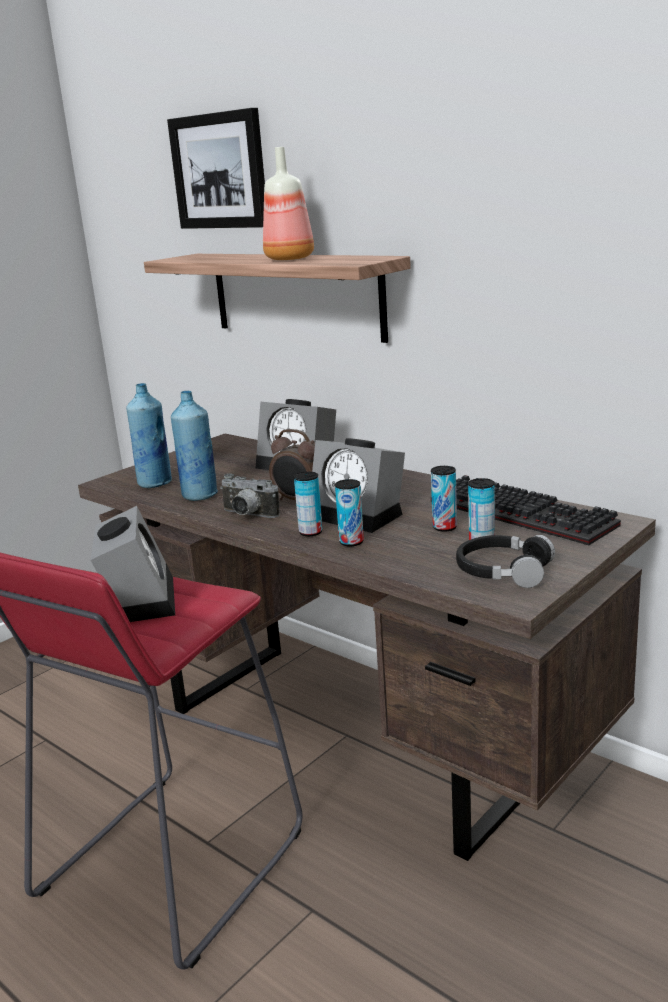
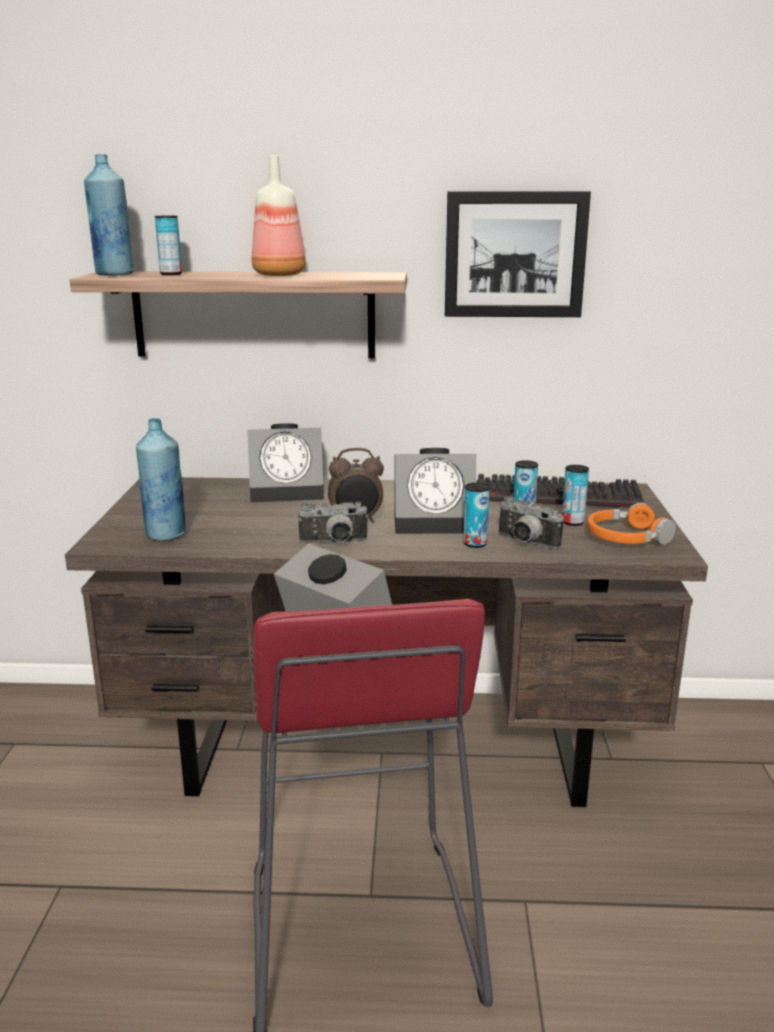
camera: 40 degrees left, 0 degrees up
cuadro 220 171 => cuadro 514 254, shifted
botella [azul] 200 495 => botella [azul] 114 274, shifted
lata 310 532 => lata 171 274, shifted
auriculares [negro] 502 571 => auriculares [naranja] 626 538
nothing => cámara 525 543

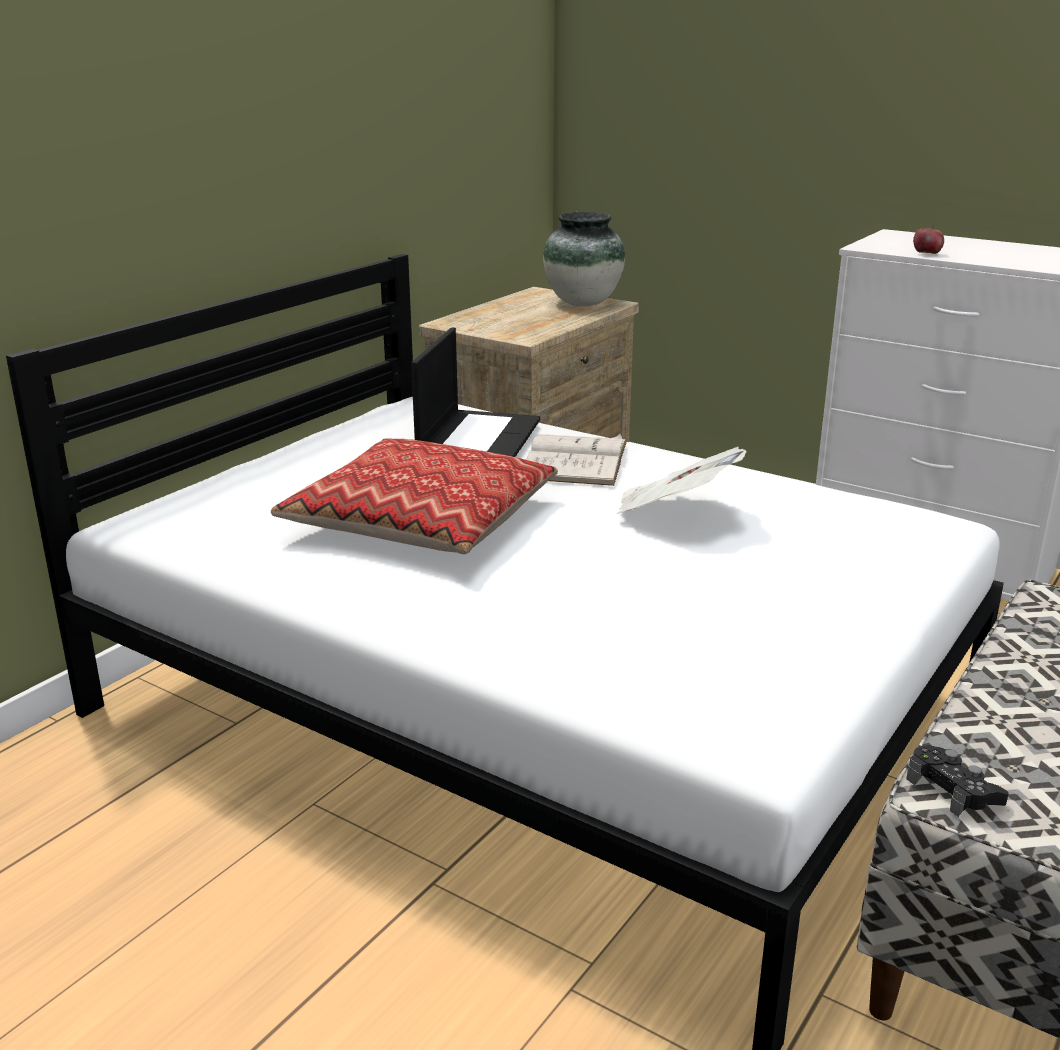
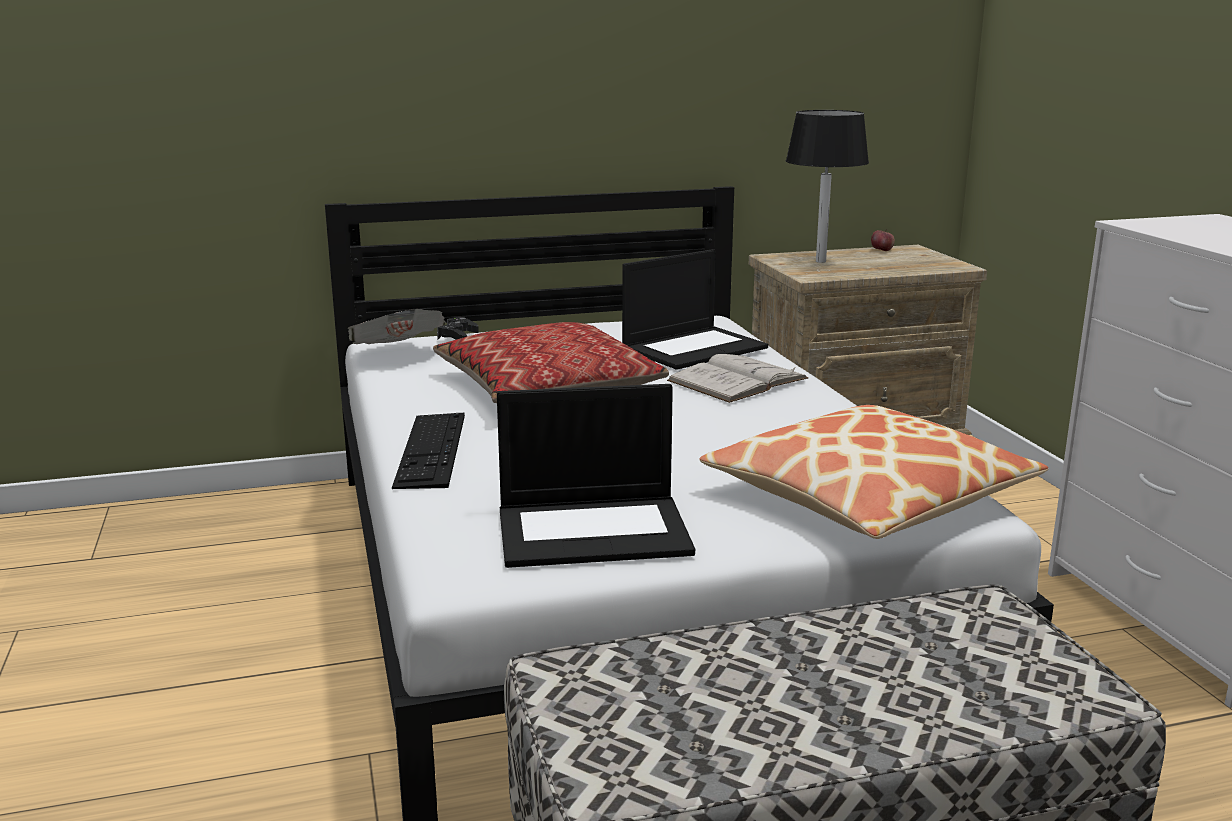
camera: 40 degrees right, 5 degrees down
florero 583 303 => nothing
periódico 674 512 => periódico 398 355, shifted
mando de consola [negro] 953 790 => mando de consola [negro] 458 336, shifted
manzana 926 253 => manzana 882 250, shifted
nothing => teclado 431 449
nothing => portátil 595 531
nothing => cojín 868 498
nothing => lámpara de mesa [negro] 821 261

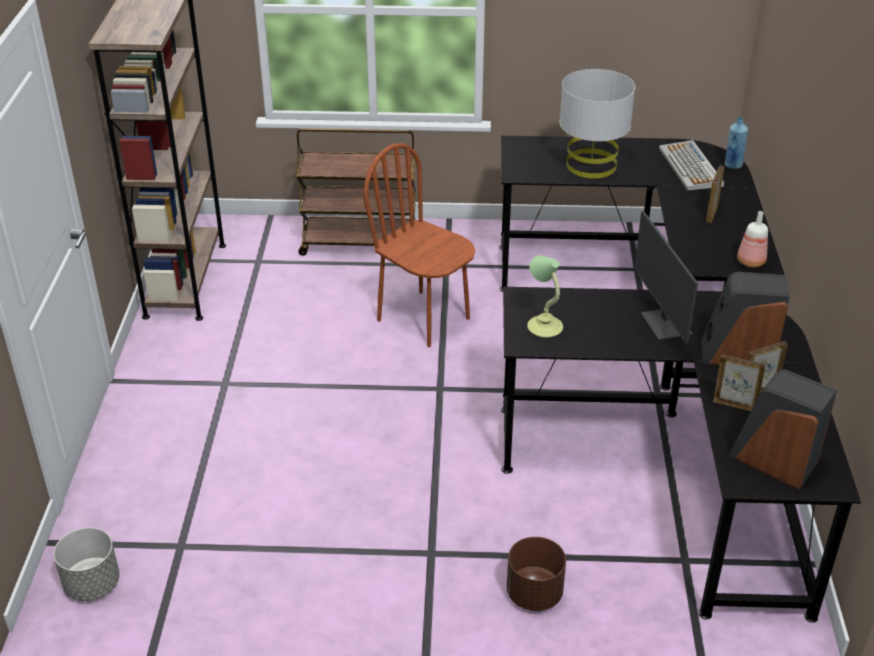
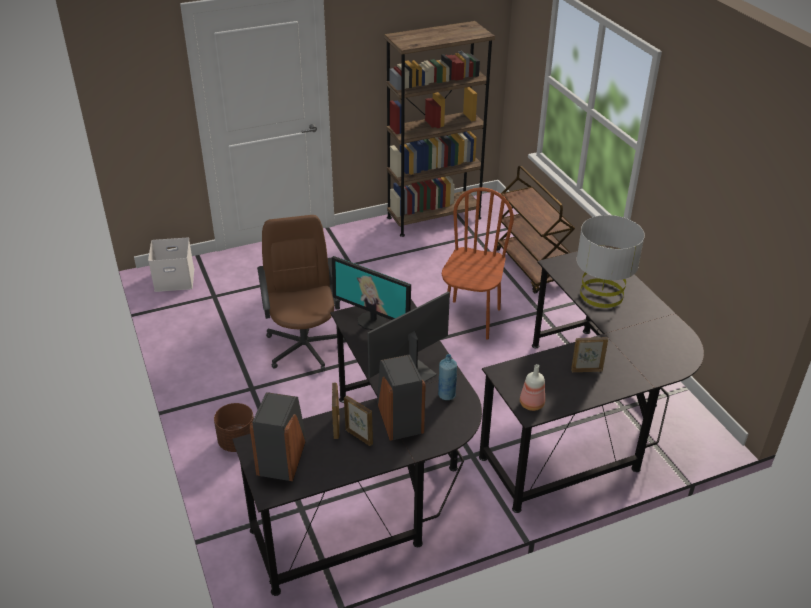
camera: 65 degrees right, 0 degrees up
maceta [gris] 92 584 => caja de almacenaje [blanco] 175 279
lámpara de mesa 544 326 => monitor 372 320
teclado 691 167 => nothing
botella [azul] 733 165 => botella [azul] 446 395, shifted
nothing => silla de oficina [marrón] 305 346

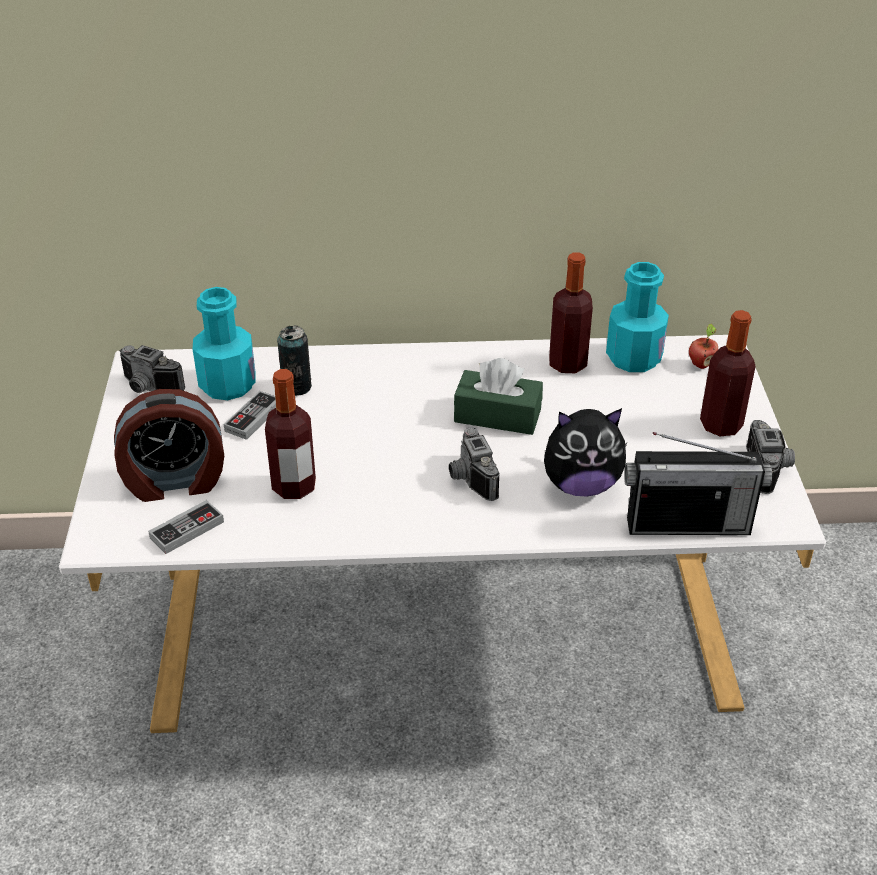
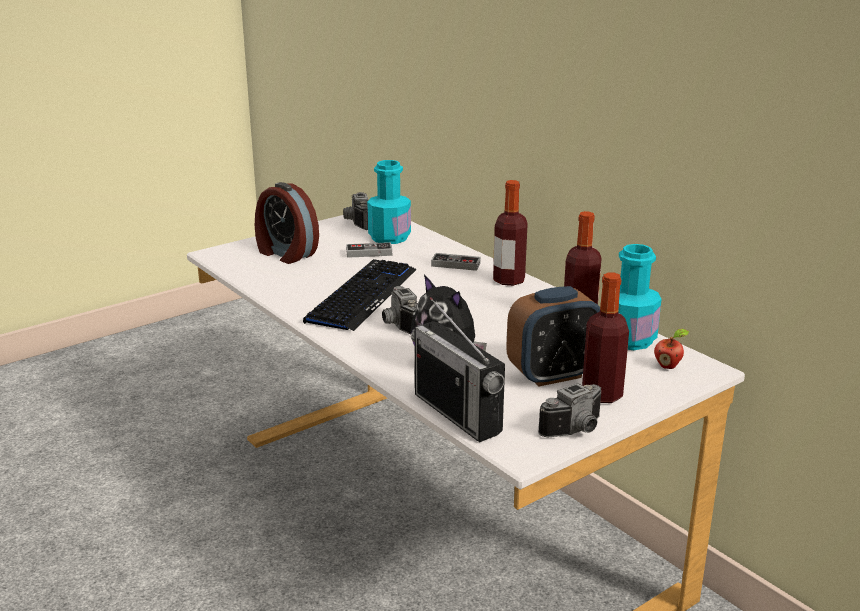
camera: 55 degrees right, 15 degrees down
mando de consola 187 530 => mando de consola 455 264, shifted
botella 294 486 => botella 509 280, shifted
lata 296 387 => nothing
cámara 469 479 => cámara 399 326, 60 degrees counterclockwise
caja de pañuelos [verde] 497 415 => nothing
nothing => teclado 362 296
nothing => despertador 552 375

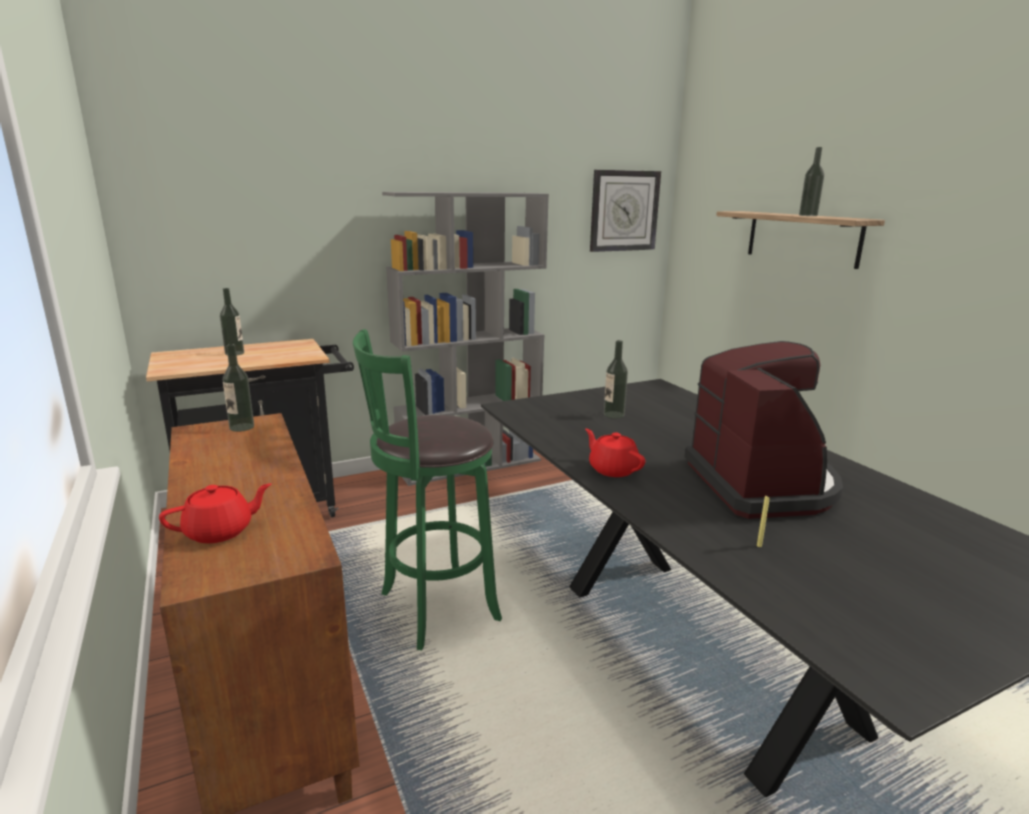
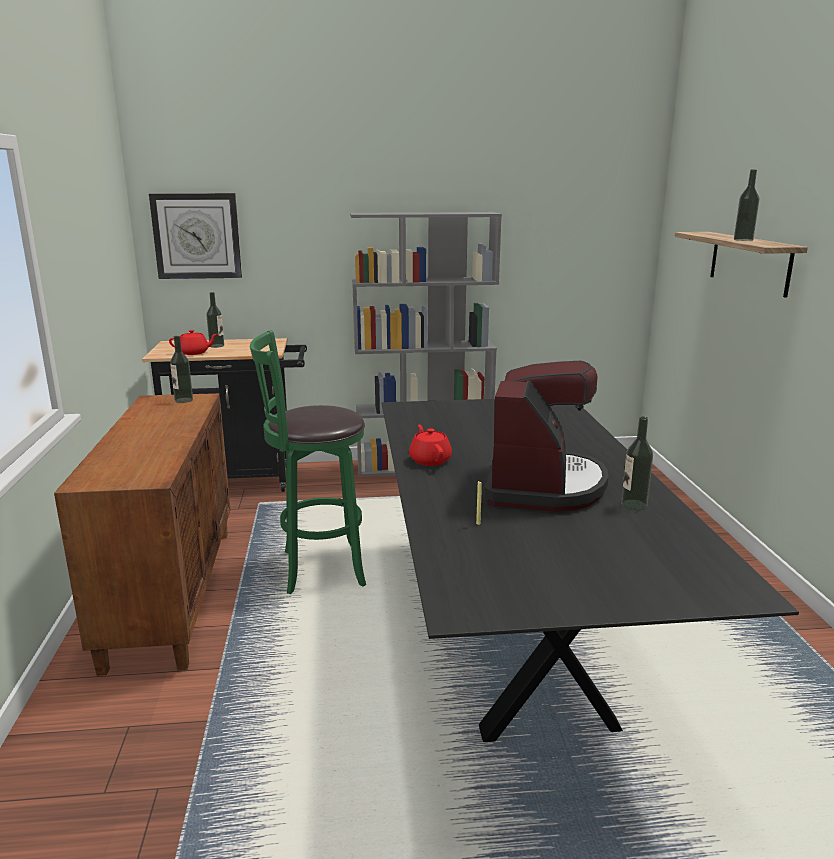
camera: 20 degrees right, 0 degrees up
tetera [rojo] 220 531 => tetera [rojo] 194 353, shifted
reloj de pared 624 211 => reloj de pared 197 236, shifted
botella 614 415 => botella 634 505, shifted

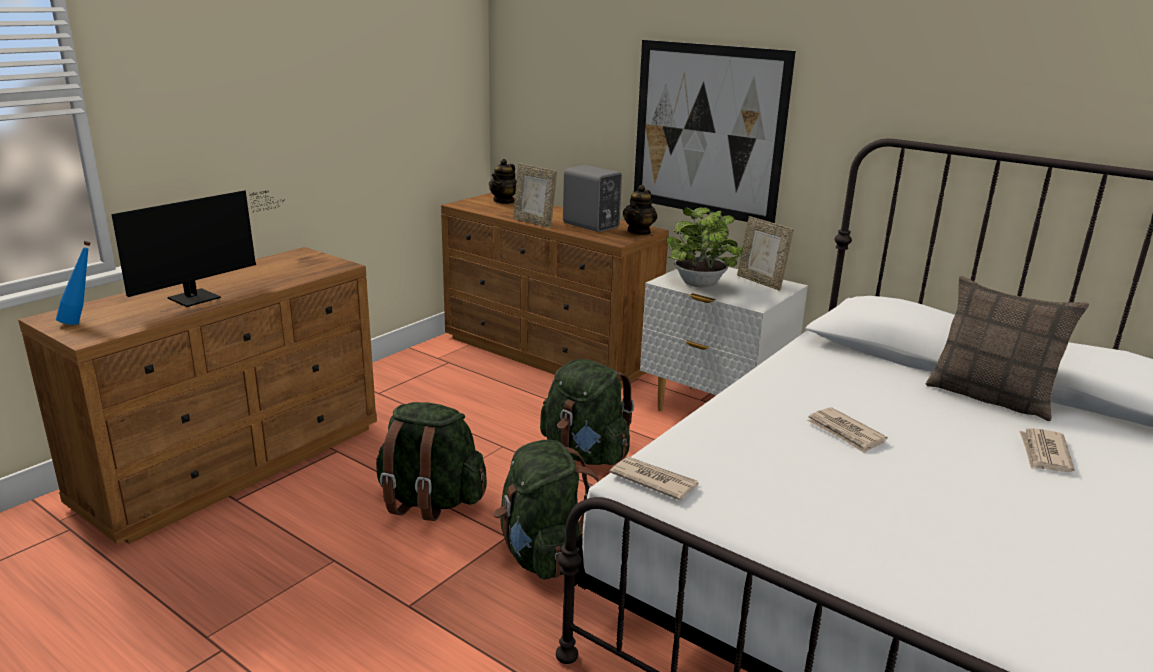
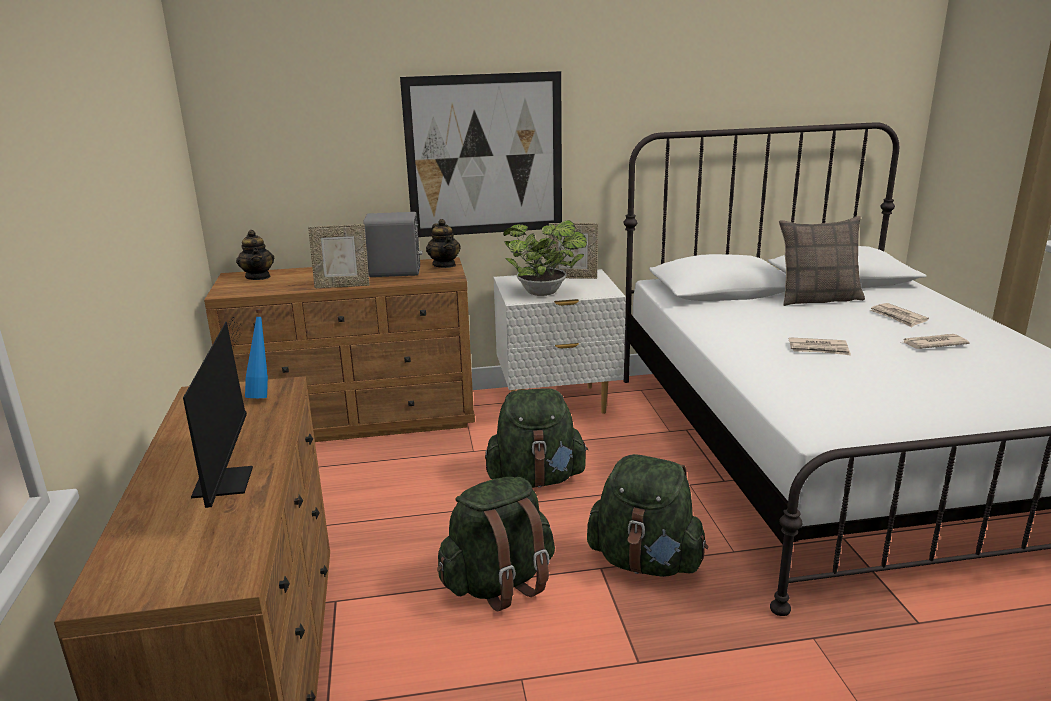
camera: 45 degrees left, 0 degrees up
botella [azul] 81 322 => botella [azul] 262 395, shifted
periódico 653 480 => periódico 933 344, shifted

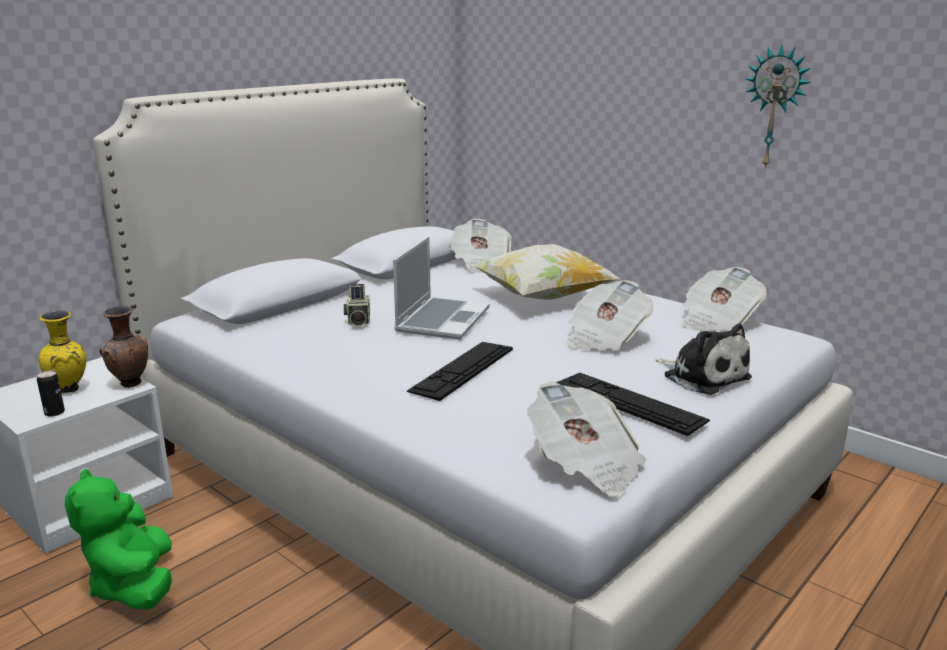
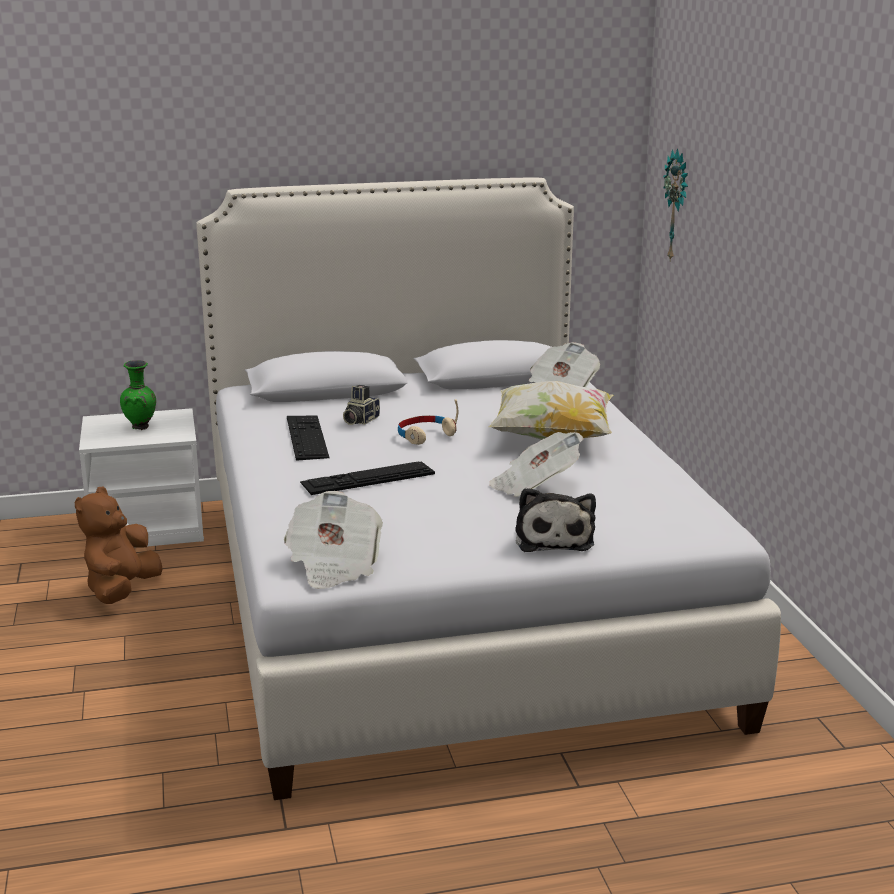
camera: 35 degrees right, 0 degrees up
lata 54 412 => nothing
florero [amarillo] 70 390 => florero [verde] 141 428
peluche [verde] 134 585 => peluche [marrón] 121 591
florero [marrón] 130 384 => nothing
portátil 442 320 => auriculares [beis] 425 436
teclado 629 402 => teclado 307 437, shifted
periódico 717 321 => nothing
reloj de pared 775 108 => reloj de pared 678 206, shifted

